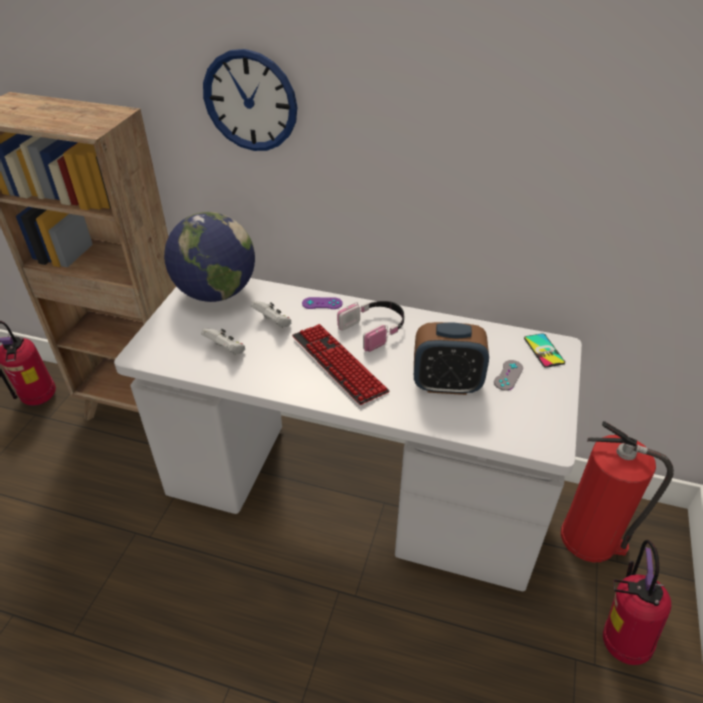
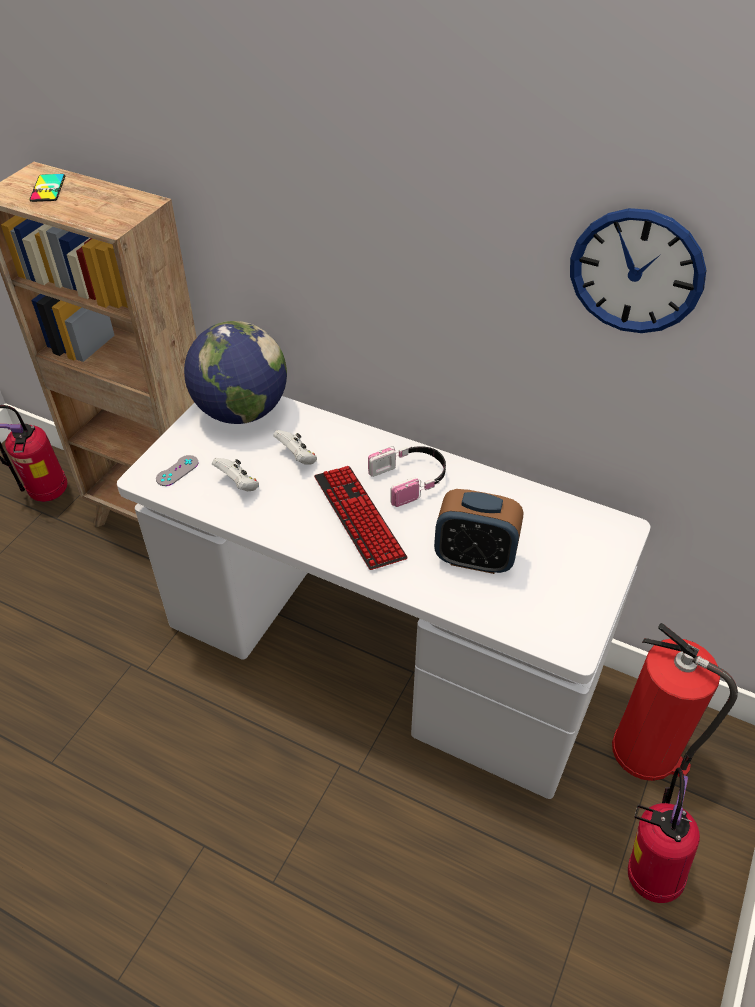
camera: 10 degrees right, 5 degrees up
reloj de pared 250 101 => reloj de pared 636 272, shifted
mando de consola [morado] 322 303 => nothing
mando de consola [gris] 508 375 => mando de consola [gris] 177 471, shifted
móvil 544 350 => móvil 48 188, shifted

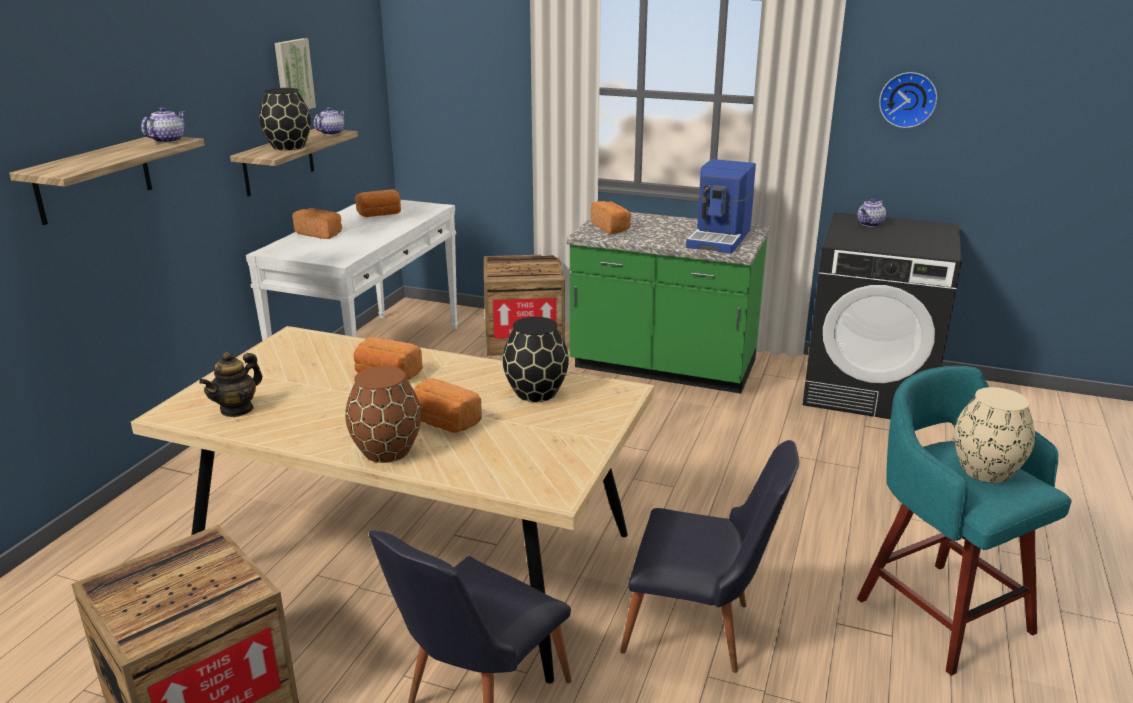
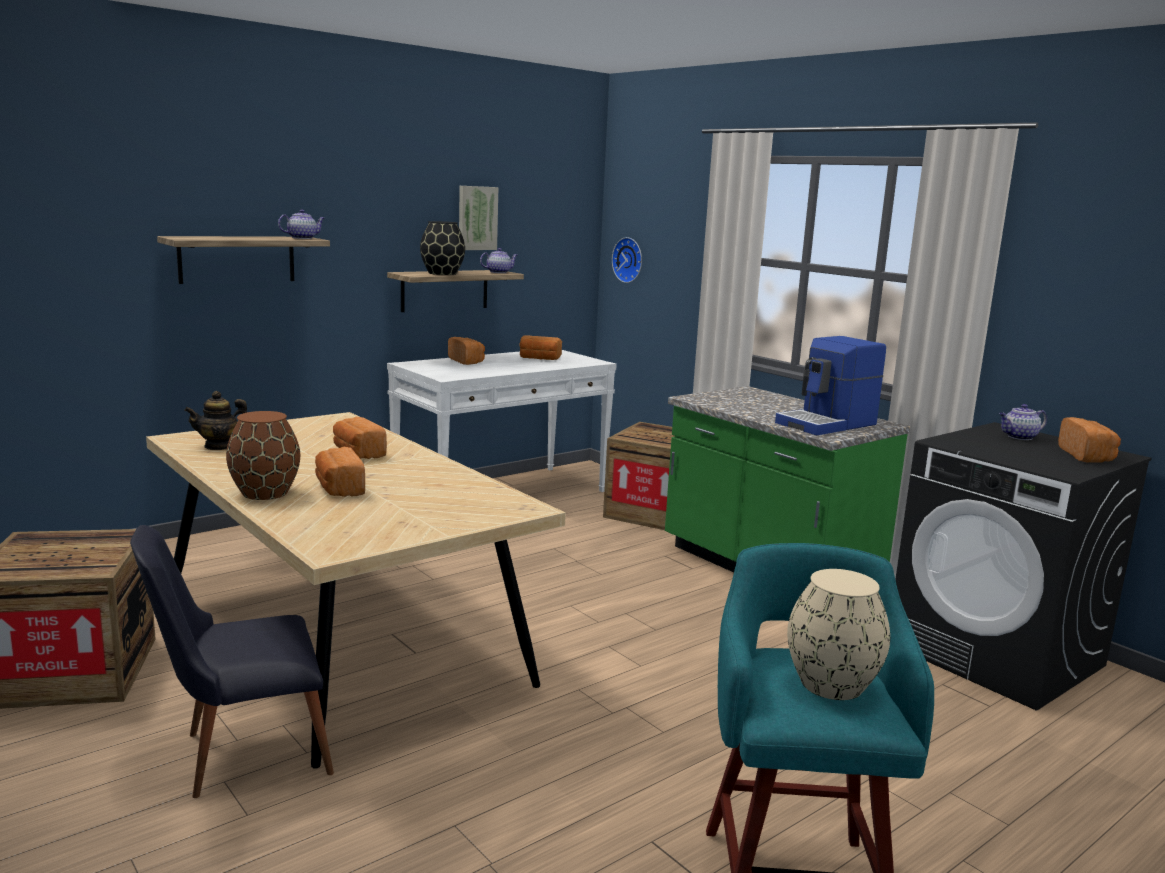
camera: 30 degrees right, 10 degrees down
florero [negro] 535 392 => nothing
pan 611 227 => pan 1087 456, shifted
silla [negro] 700 631 => nothing
reloj de pared 908 99 => reloj de pared 629 260, shifted

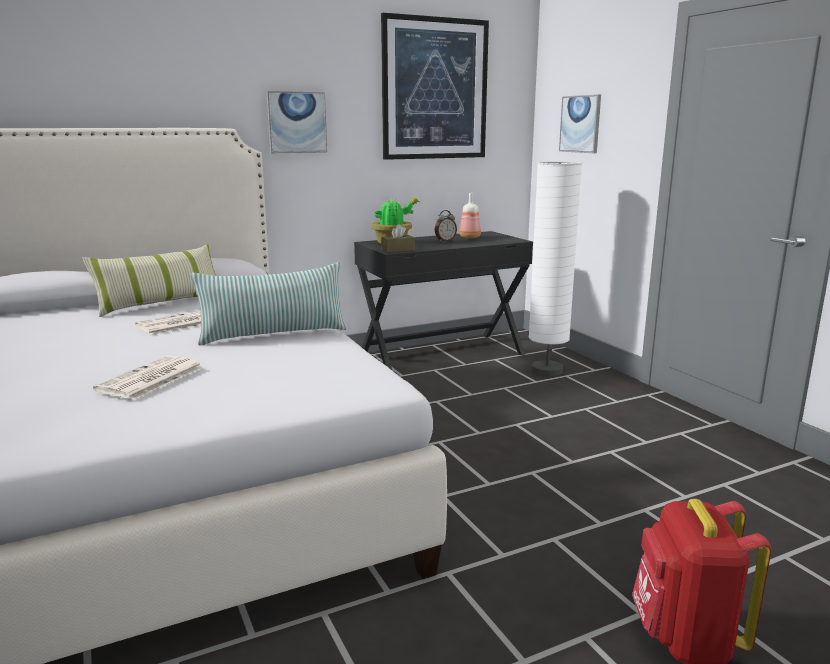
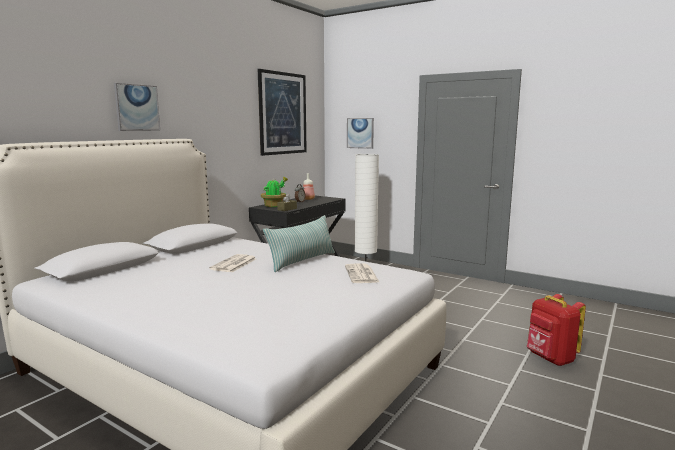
camera: 30 degrees left, 5 degrees down
cojín 160 303 => nothing
periódico 150 379 => periódico 362 274, shifted
cuadro 297 122 => cuadro 137 107, shifted

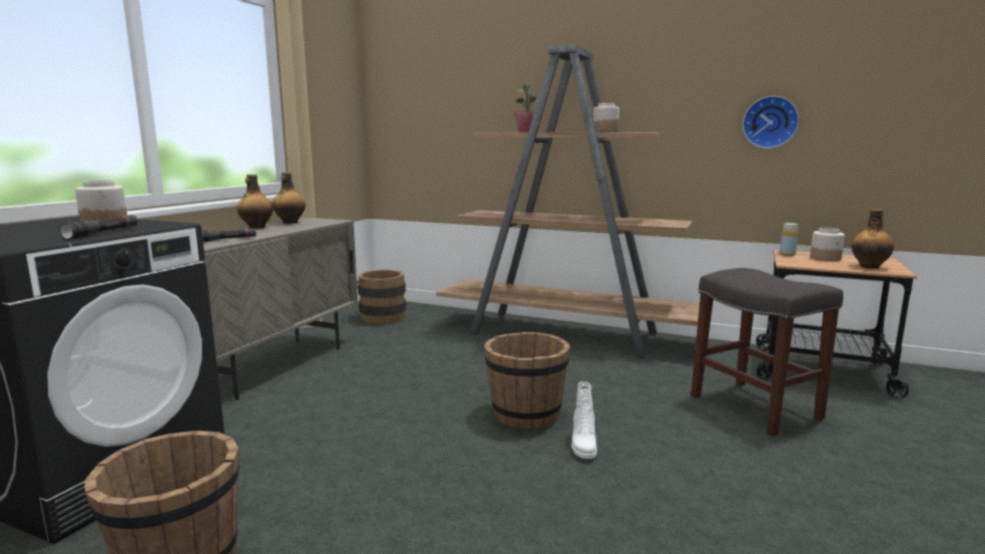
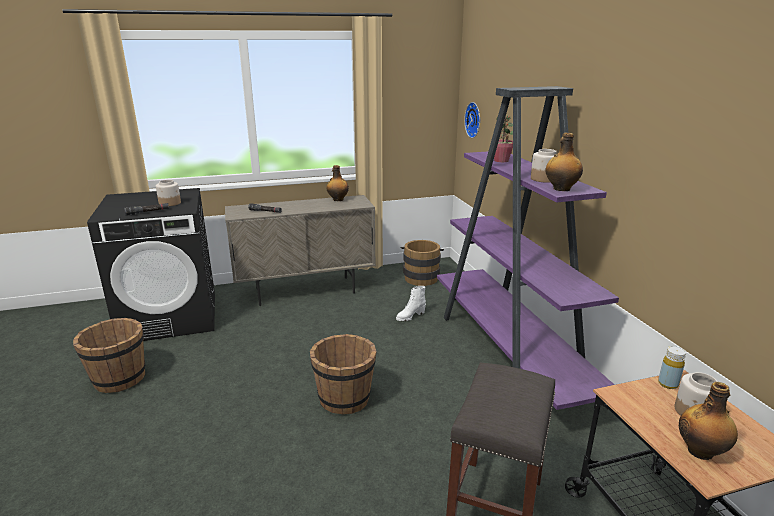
camera: 50 degrees right, 10 degrees up
botella 256 227 => botella 561 189, shifted
estantería [marrón] 567 334 => estantería [morado] 509 353
bota [blanco] 583 445 => bota [blanco] 410 316, shifted
reloj de pared 770 122 => reloj de pared 474 120, shifted

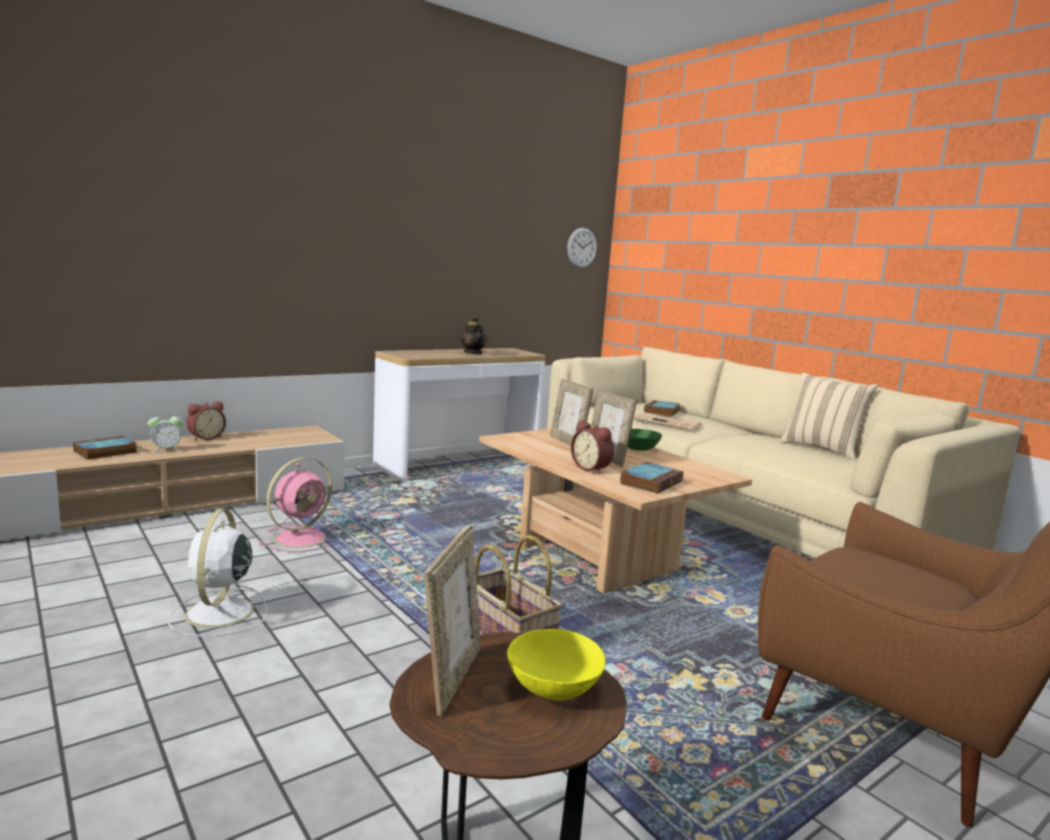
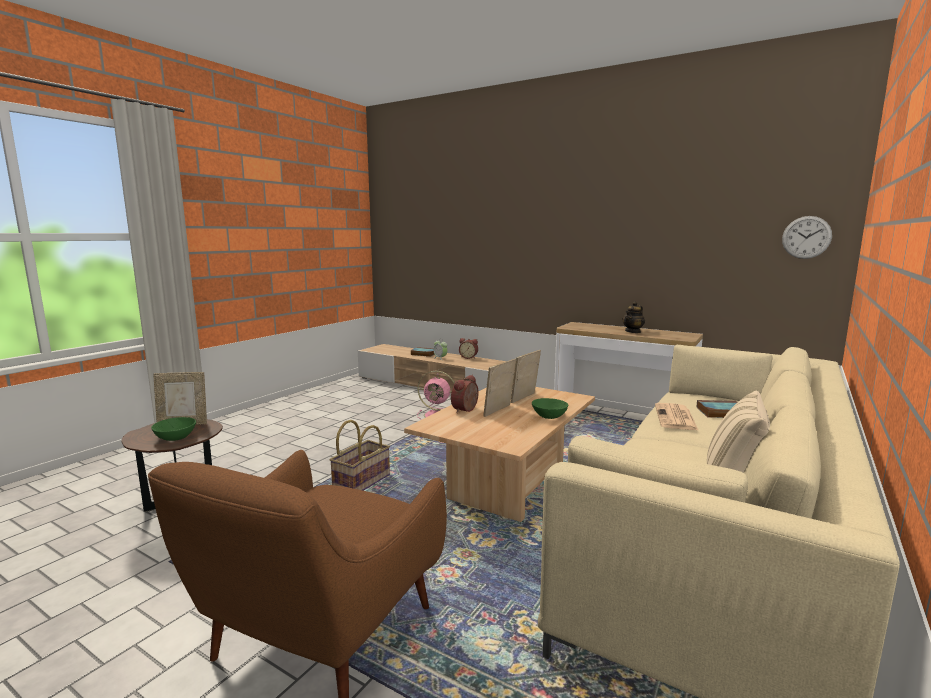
camera: 70 degrees right, 0 degrees up
ventilador [blanco] 219 613 => nothing
cuenco [amarillo] 552 686 => cuenco [verde] 176 437
libro 651 482 => nothing

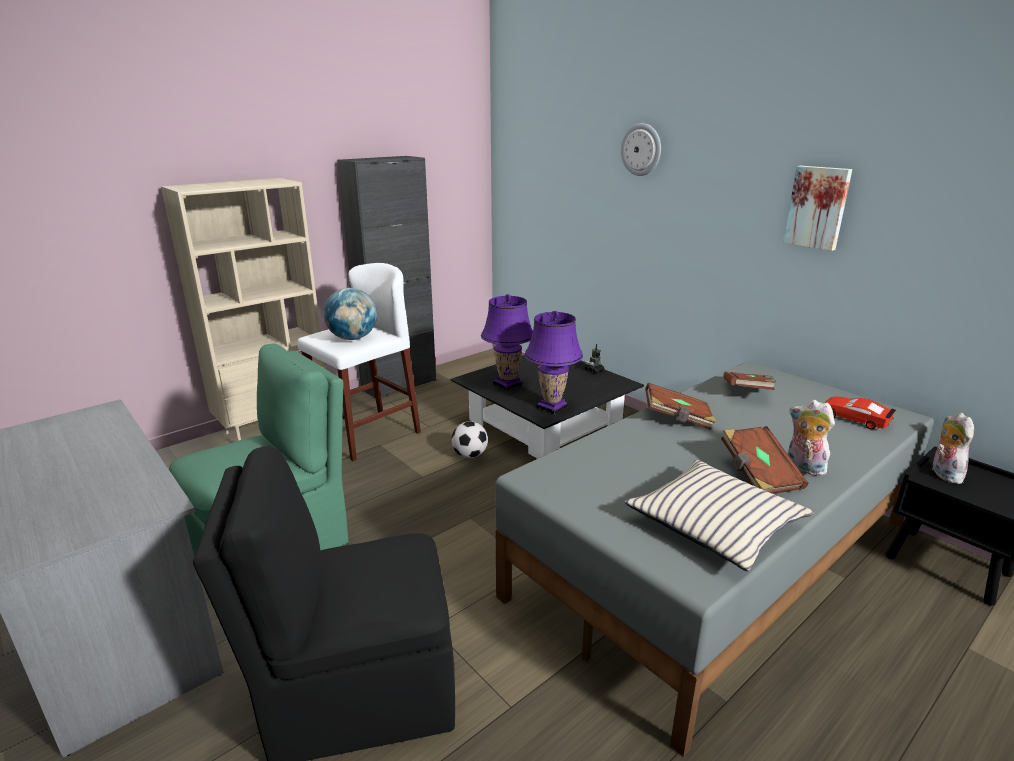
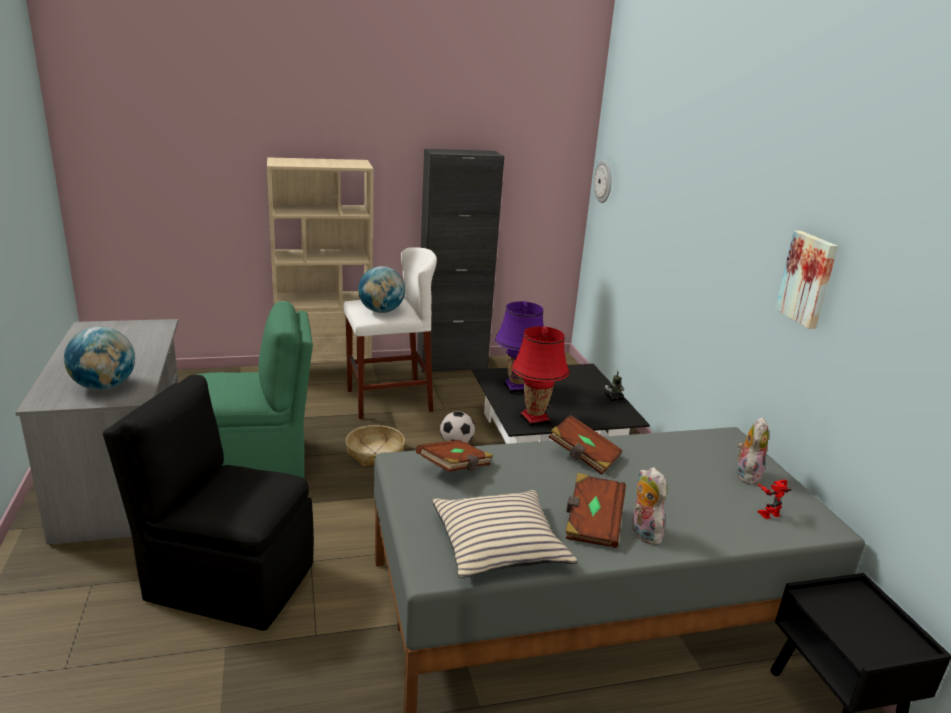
camera: 25 degrees right, 0 degrees up
lámpara de mesa [morado] 552 407 => lámpara de mesa [rojo] 535 420
reloj de pared 641 149 => reloj de pared 604 181, shifted
libro [marrón] 747 392 => libro [marrón] 455 468, shifted
coche de juguete [rojo] 855 419 => robot de juguete 768 512
peluche 943 474 => peluche 746 474, shifted
nothing => globo terráqueo 104 387
nothing => cesta 375 453

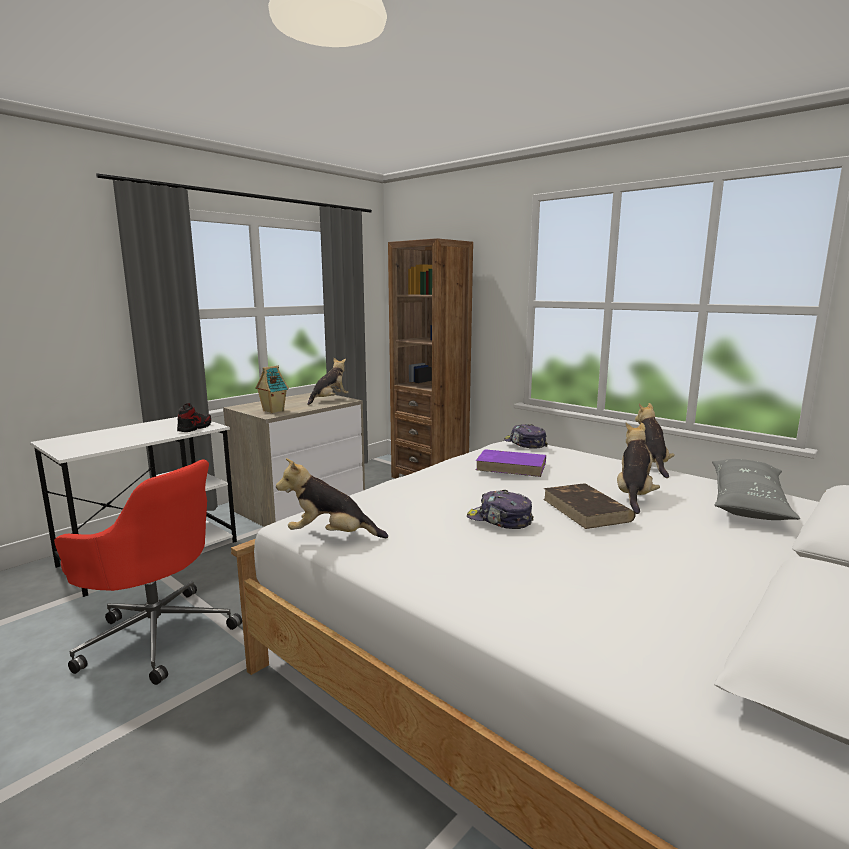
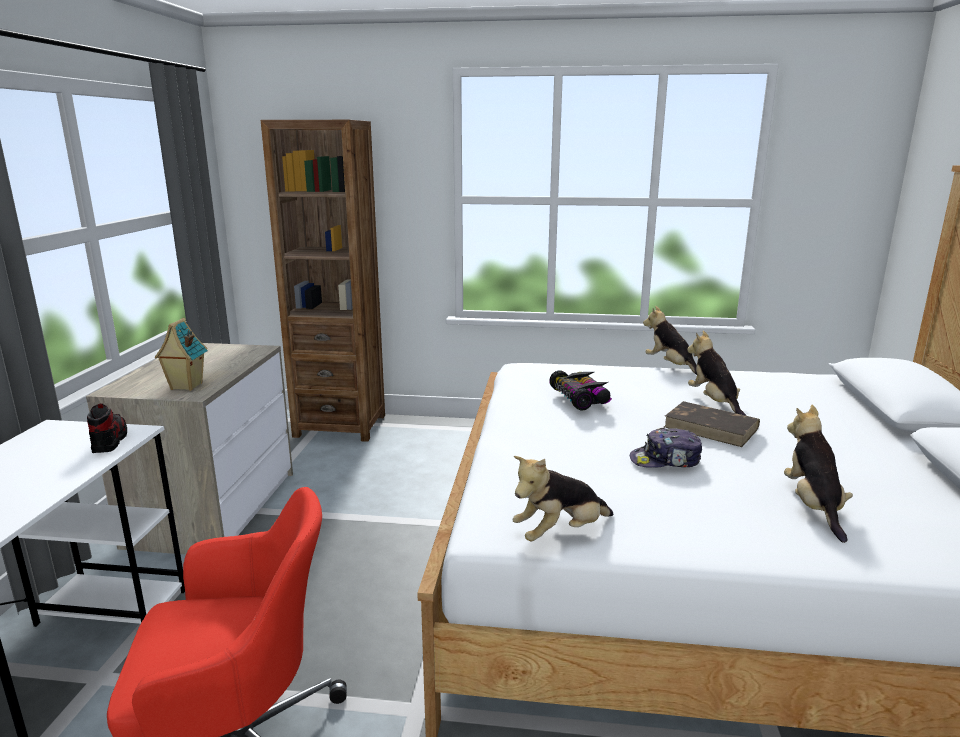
camera: 35 degrees left, 5 degrees up
peluche 329 400 => peluche 812 506, shifted
libro [morado] 512 466 => coche de juguete 580 398
gorra 524 444 => nothing
cojín [gris] 748 502 => nothing

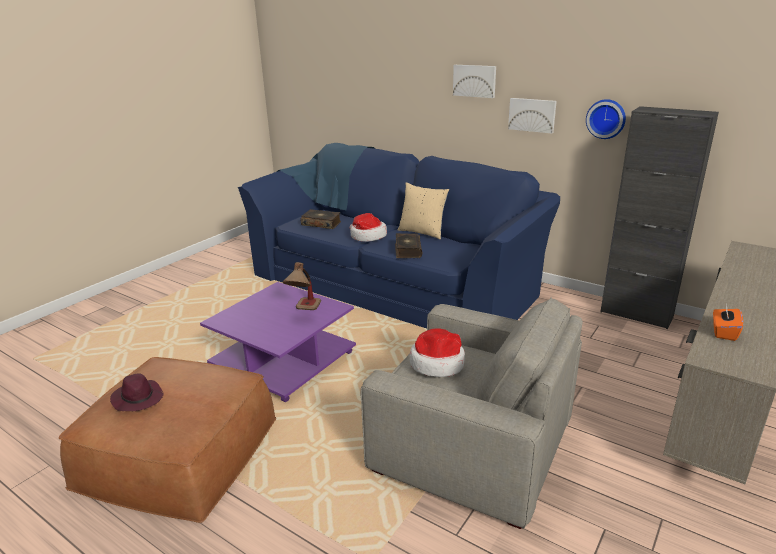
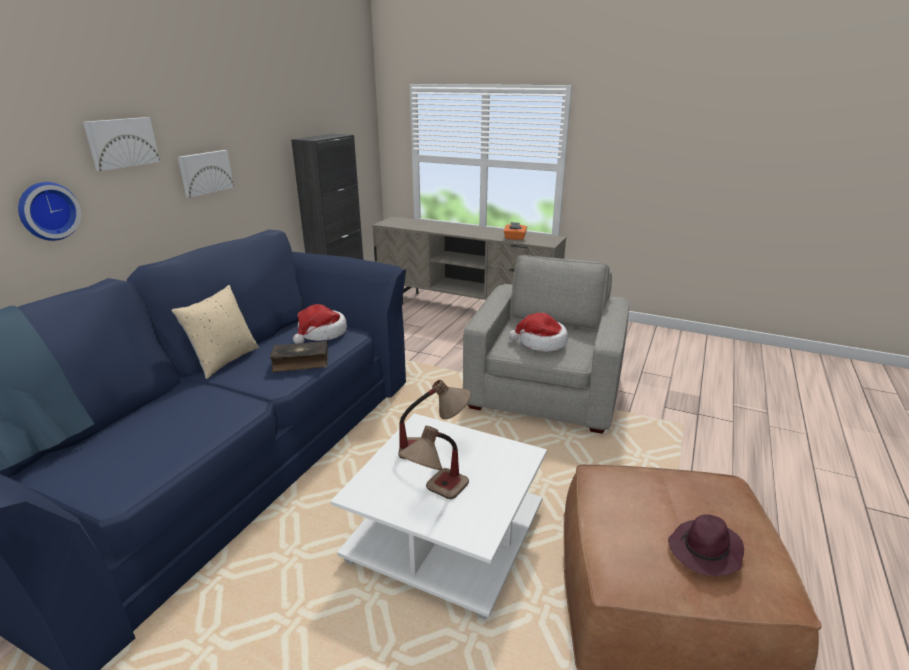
camera: 100 degrees left, 0 degrees up
mesa de centro [morado] 285 360 => mesa de centro [blanco] 445 533
libro 321 224 => nothing
sombrero 367 236 => sombrero 321 333, shifted
reloj de pared 606 118 => reloj de pared 47 211, shifted
nothing => lámpara de mesa 436 497

